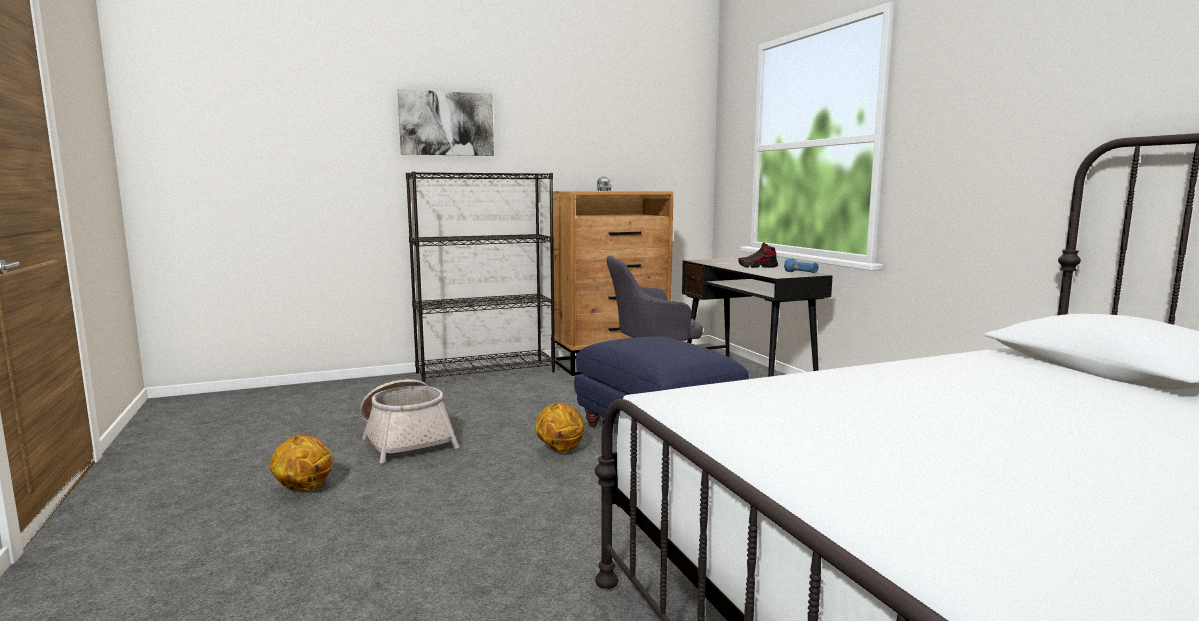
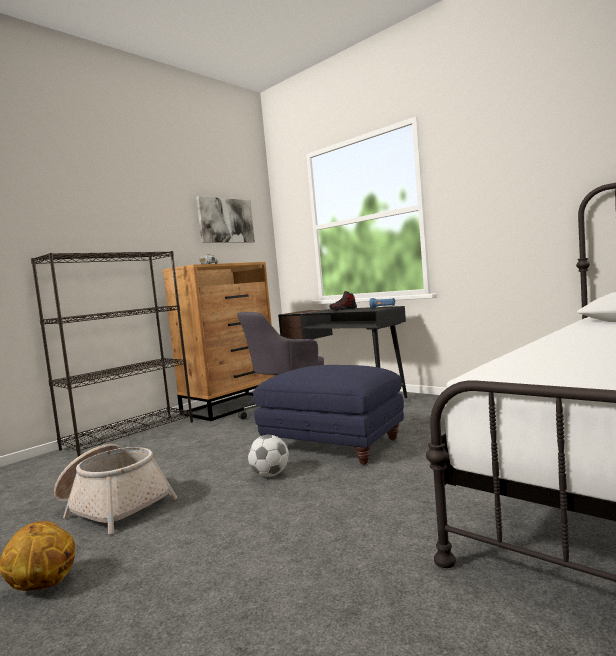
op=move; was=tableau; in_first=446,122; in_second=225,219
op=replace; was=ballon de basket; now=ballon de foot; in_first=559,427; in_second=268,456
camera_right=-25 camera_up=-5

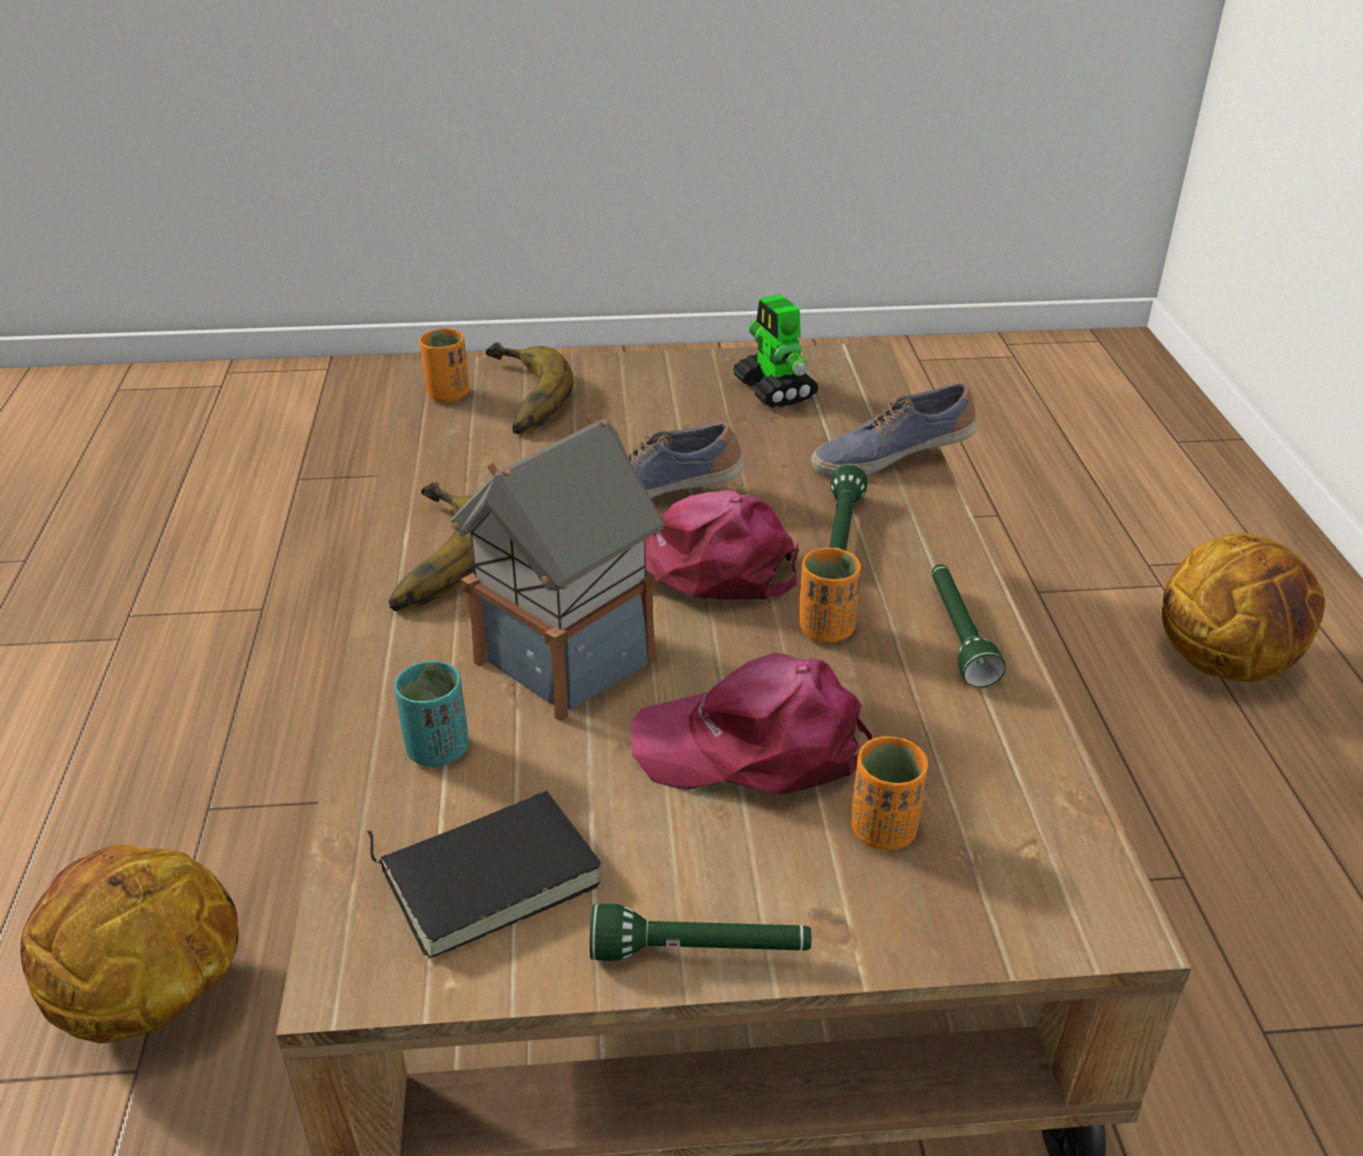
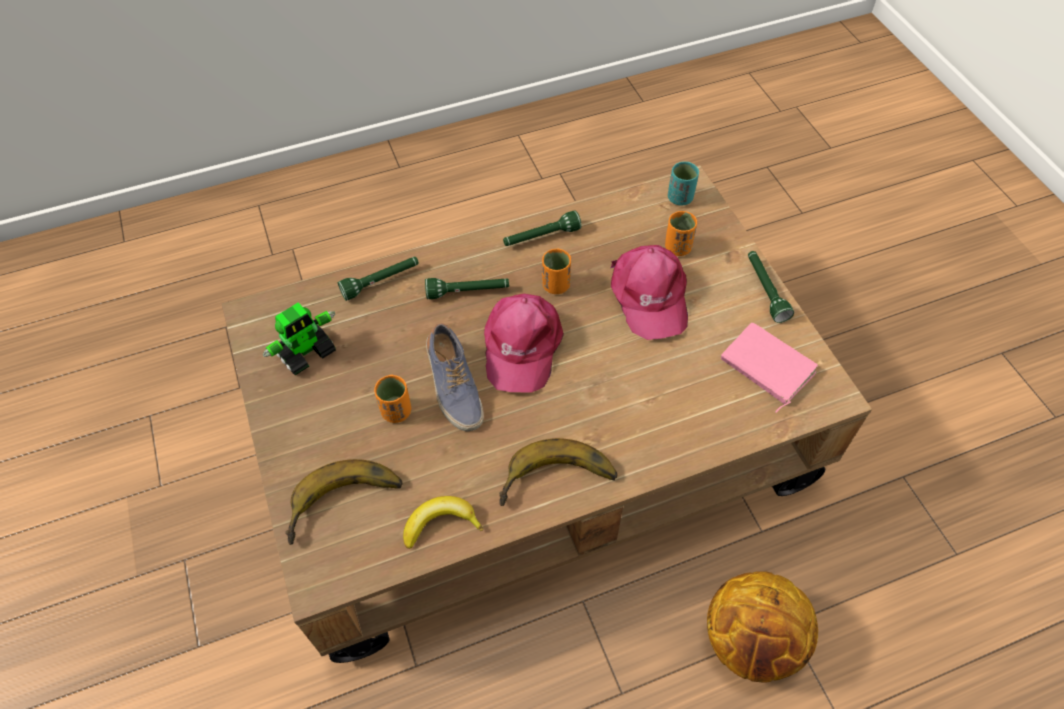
op=recolor; was=livre (noir); now=livre (rose); in_first=484,874; in_second=769,367
op=move; was=tasse (turquoise); in_first=431,713; in_second=683,184
op=move; was=tasse (orange); in_first=444,365; in_second=392,399
op=delete; was=maison miniature; in_first=557,568
op=replace; was=chaussure; now=lampe de poche (vert); in_first=894,430; in_second=378,279
op=delete; was=ballon de basket; in_first=1243,607
op=insert; now=banane; in_second=443,522
camera_right=-105 camera_up=20

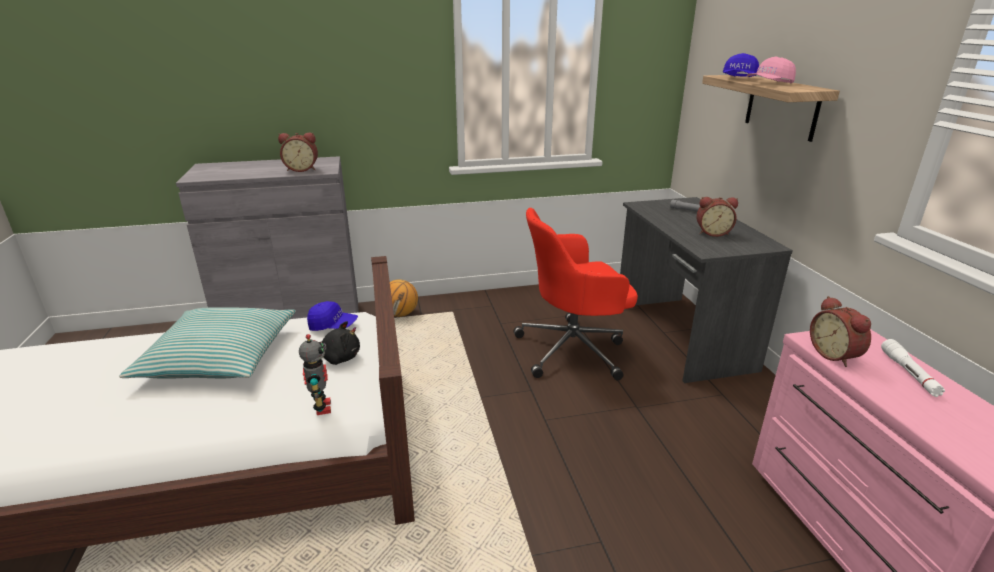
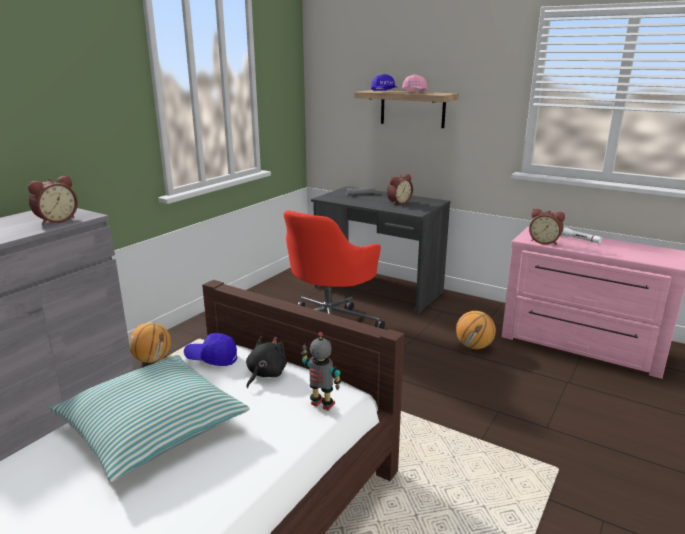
op=rotate; was=casquette (bleu); in_first=332,316; in_second=210,349; clockwise=-135
op=insert; now=ballon de basket; in_second=476,330
camera_right=-45 camera_up=-5

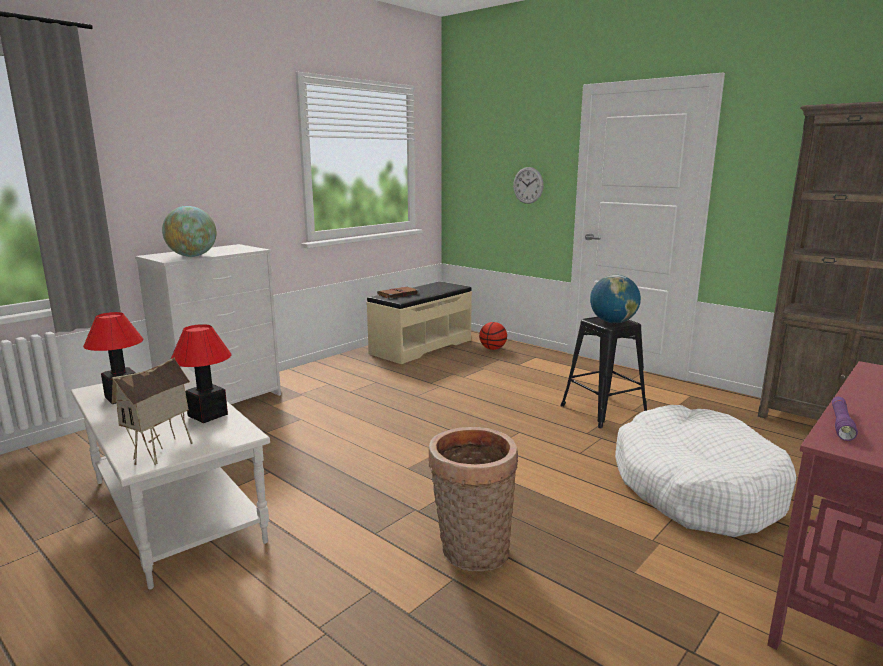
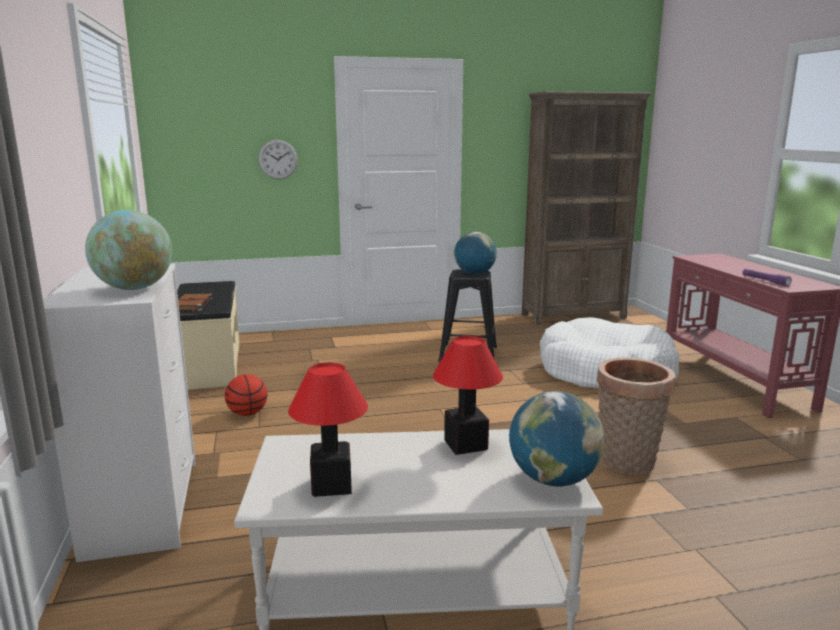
op=replace; was=maison miniature; now=globe; in_first=152,411; in_second=556,438
op=move; was=ballon de basket; in_first=493,336; in_second=246,395
camera_right=-55 camera_up=0

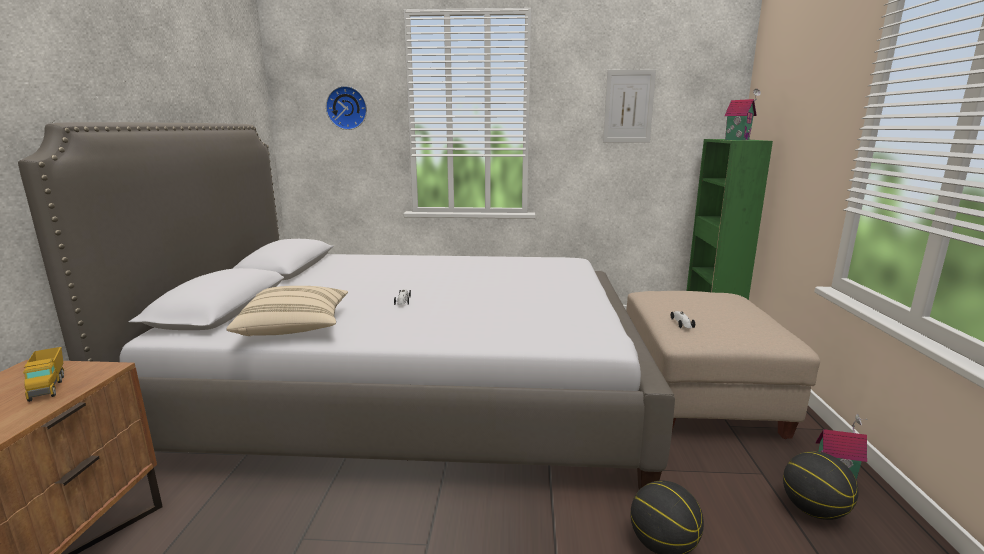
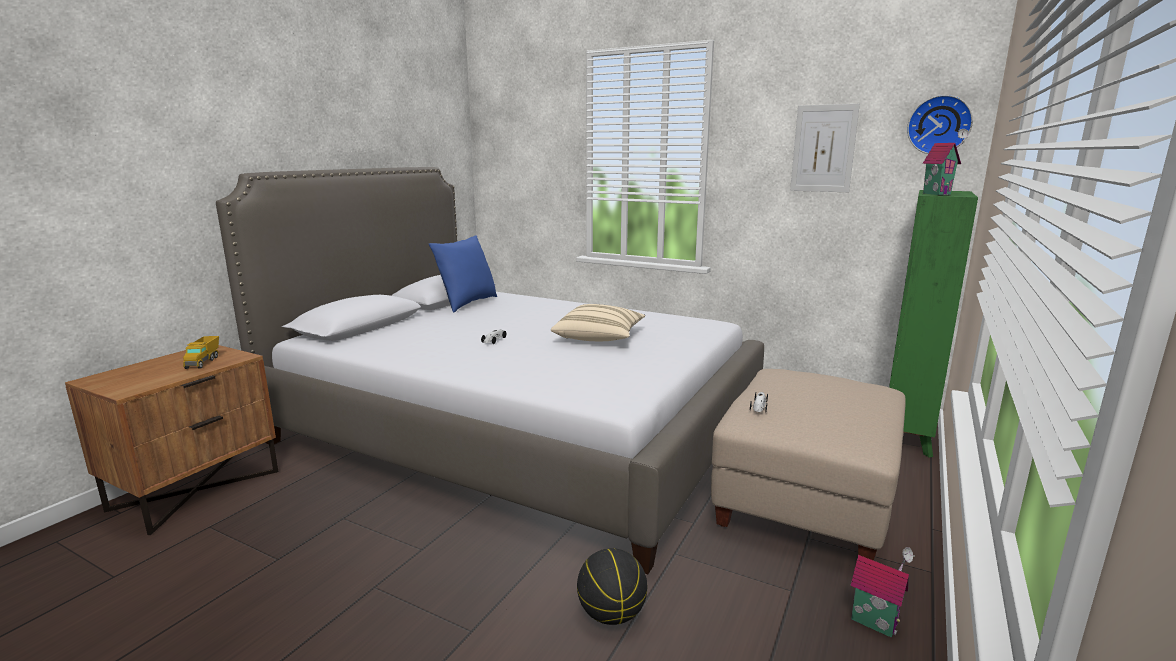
op=move; was=coussin (beige); in_first=287,311; in_second=598,322
op=move; was=horloge murale; in_first=346,108; in_second=940,124
op=delete; was=ballon de basket; in_first=821,485
op=insert; now=coussin (bleu); in_second=463,274
camera_right=25 camera_up=0

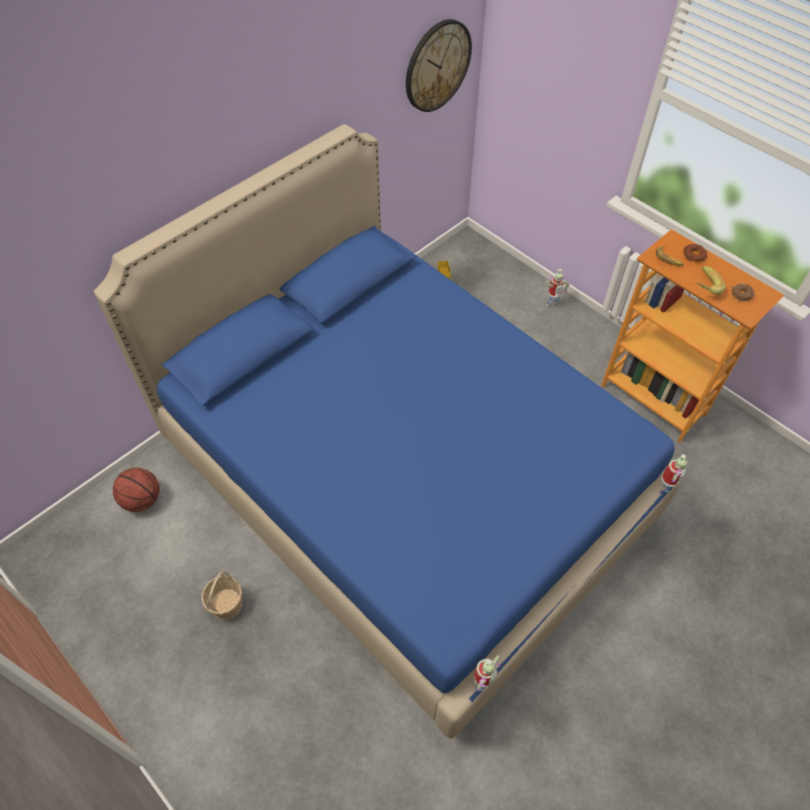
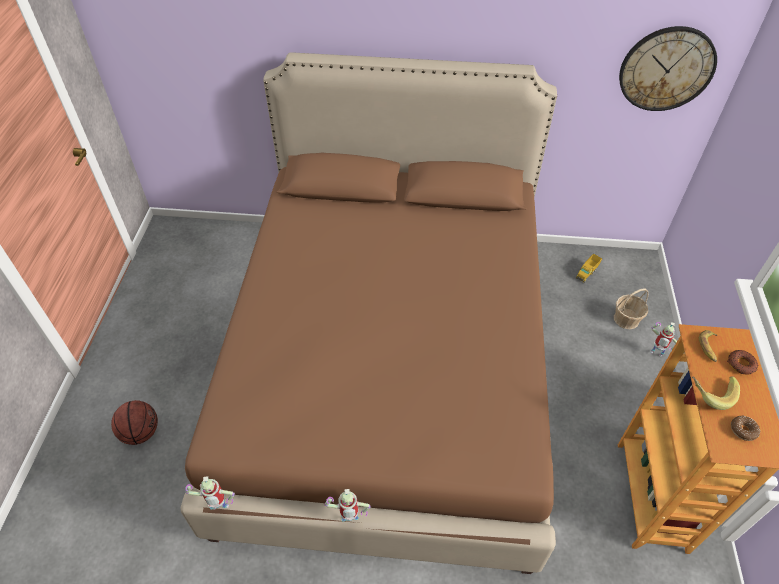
op=recolor; was=lit (bleu); now=lit (marron); in_first=389,431; in_second=368,313
op=move; was=ballon de basket; in_first=136,490; in_second=134,422
op=move; was=panier; in_first=222,595; in_second=631,309
op=move; was=robot jouet; in_first=673,474; in_second=347,505
camera_right=50 camera_up=-5

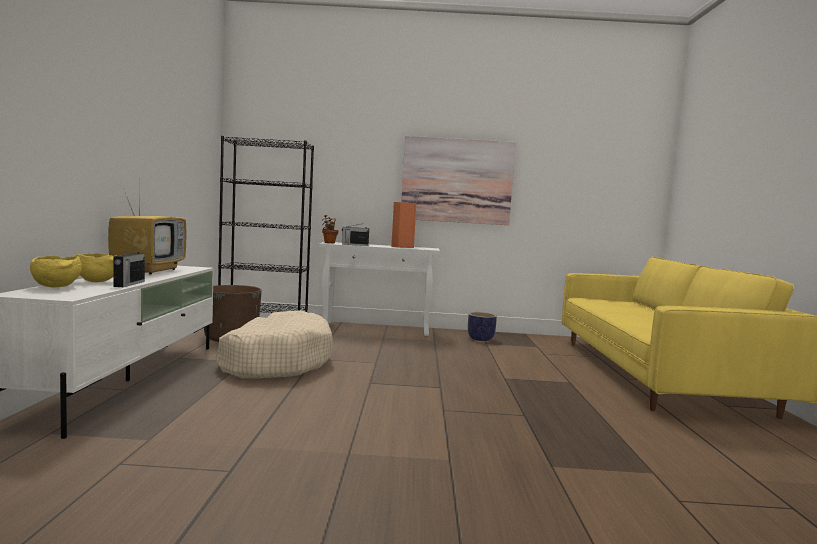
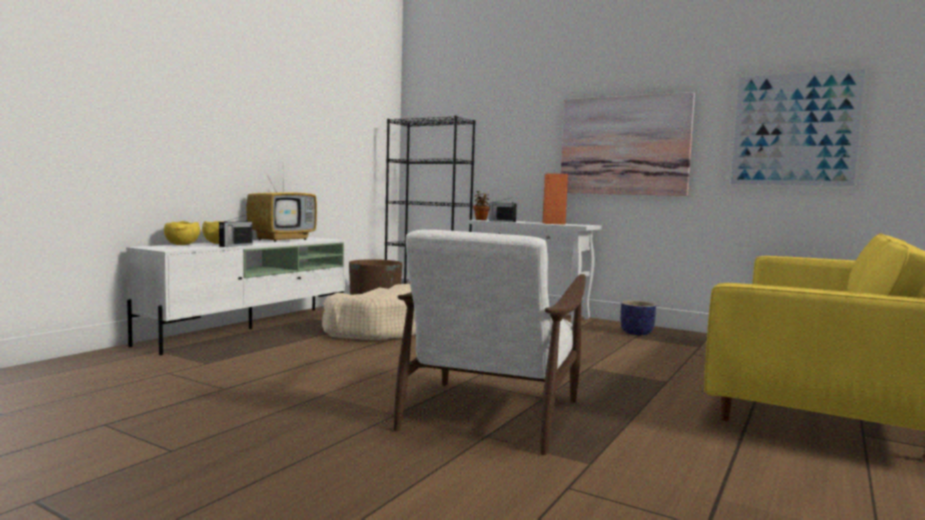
op=insert; now=fauteuil (blanc); in_second=490,342
op=insert; now=tableau; in_second=798,127
camera_right=30 camera_up=0

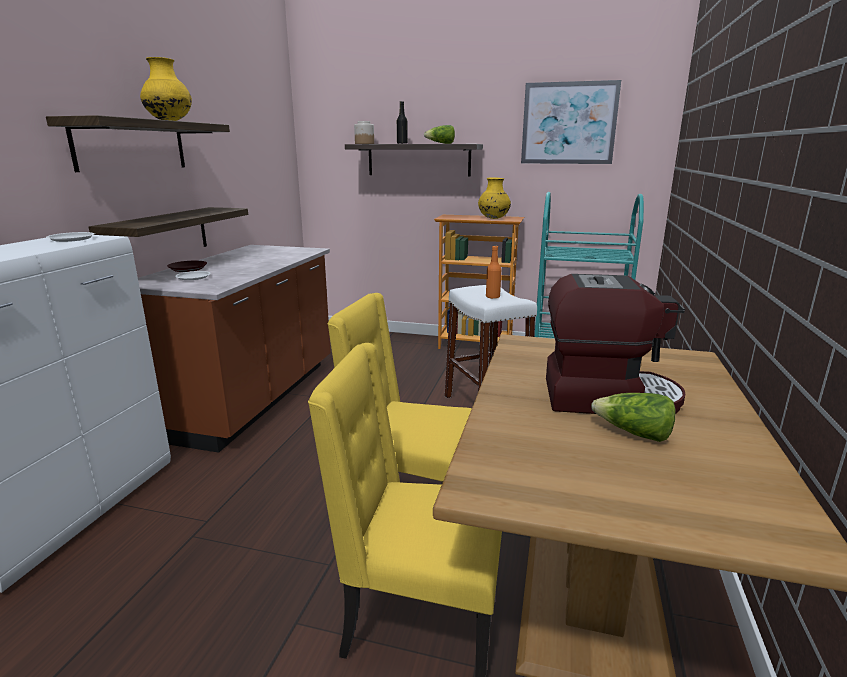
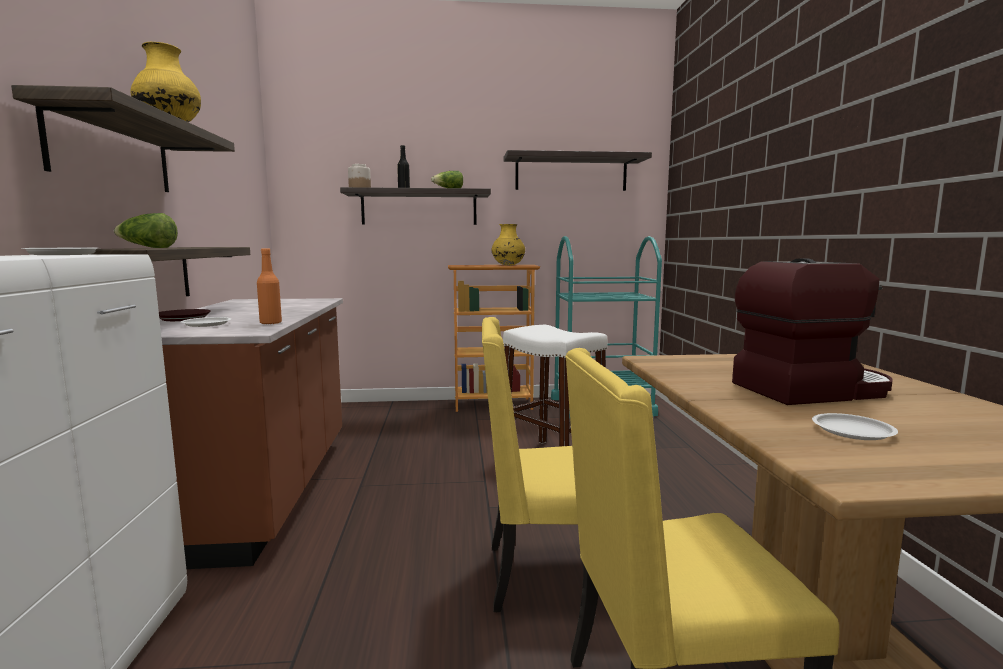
op=move; was=bouteille (orange); in_first=493,272; in_second=269,286
op=replace; was=tableau; now=étagère; in_first=571,122; in_second=578,170
op=move; was=laitue; in_first=633,417; in_second=146,230
op=insert; now=assiette (blanc); in_second=855,426
camera_right=-20 camera_up=-10

